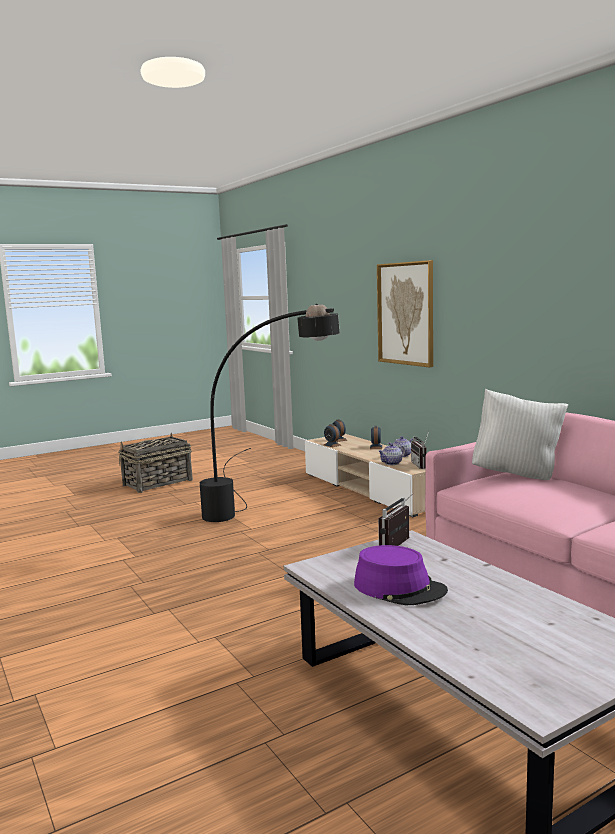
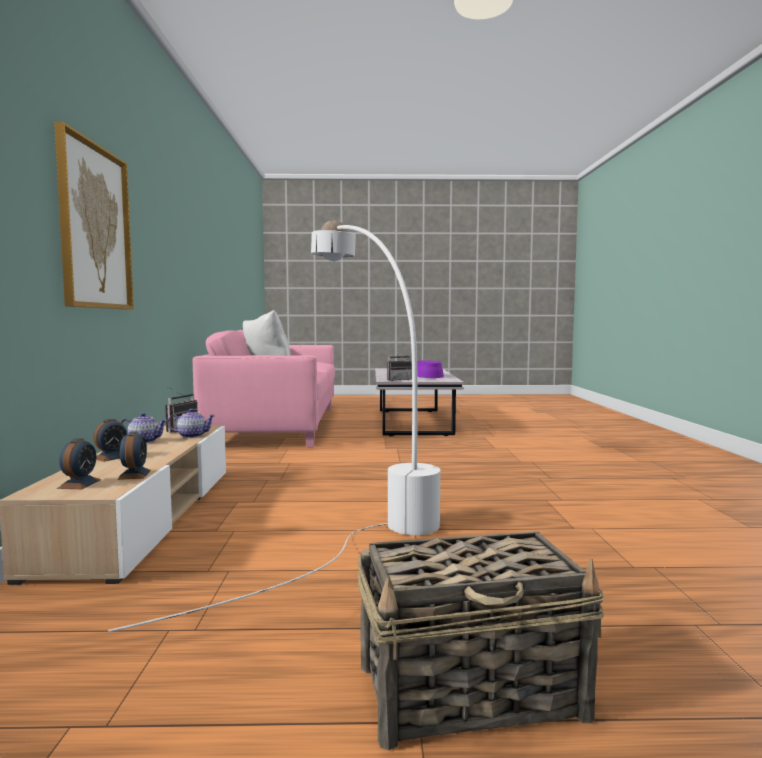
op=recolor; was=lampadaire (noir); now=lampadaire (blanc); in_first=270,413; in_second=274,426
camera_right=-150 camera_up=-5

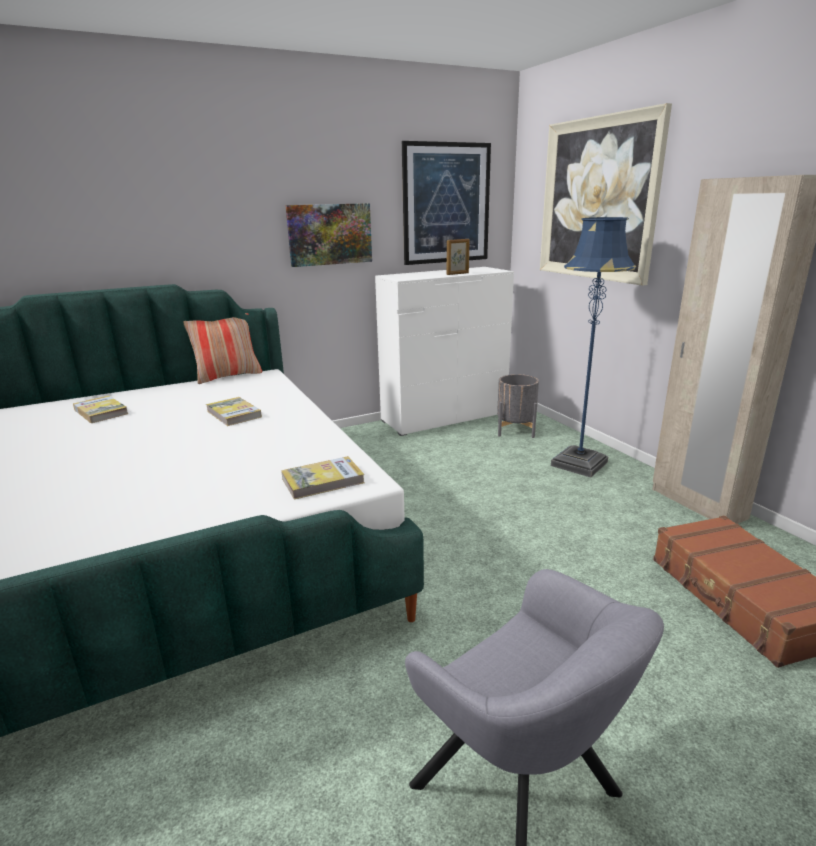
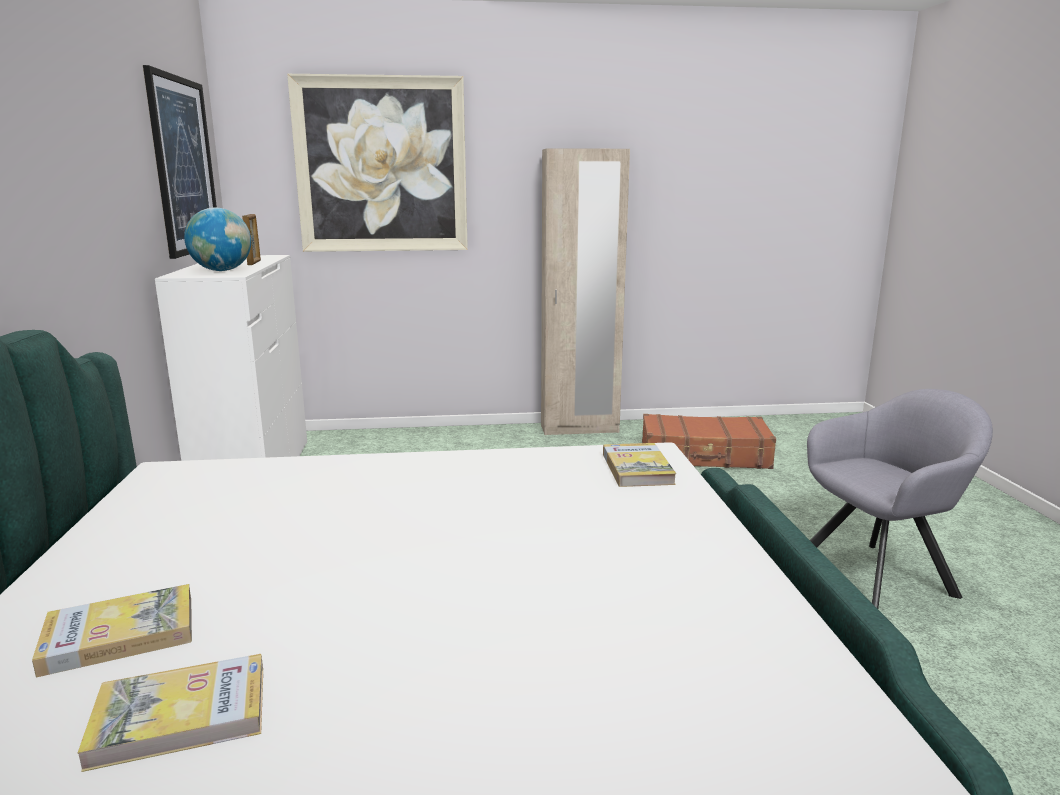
op=delete; was=coussin; in_first=222,348
op=move; was=livre; in_first=234,411; in_second=170,713
op=delete; was=tableau; in_first=328,235
op=delete; was=cache-pot (gris); in_first=518,406
op=delete; was=lampadaire (bleu); in_first=593,347
op=insert; now=globe; in_second=217,239
camera_right=-70 camera_up=-5

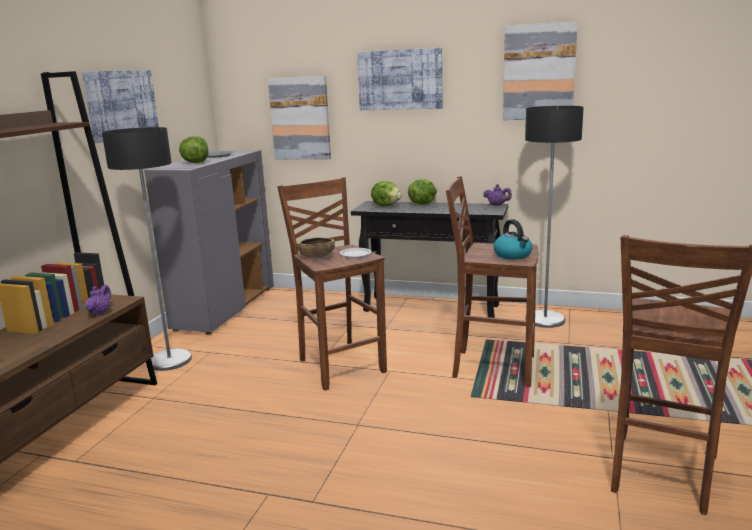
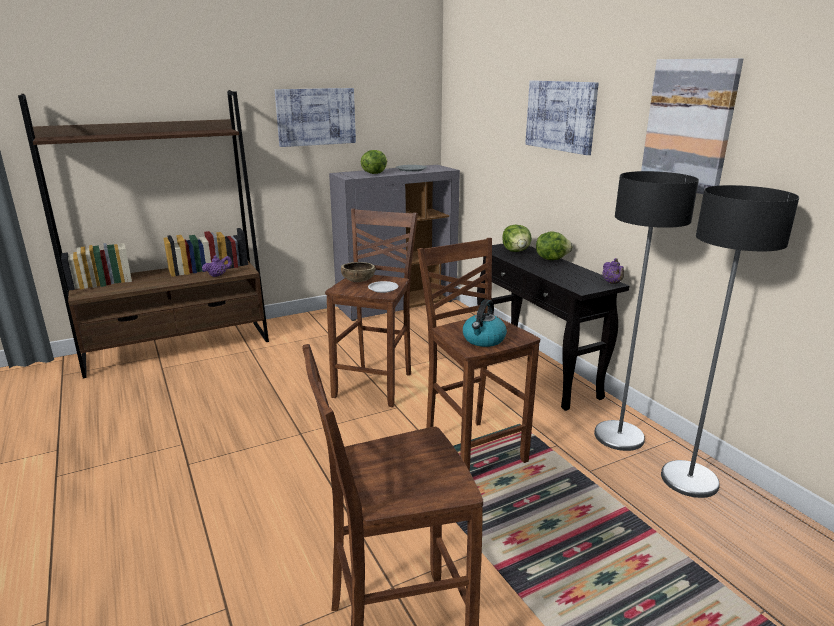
op=move; was=lampadaire; in_first=147,249; in_second=730,341
op=delete; was=tableau; in_first=299,118
camera_right=45 camera_up=5

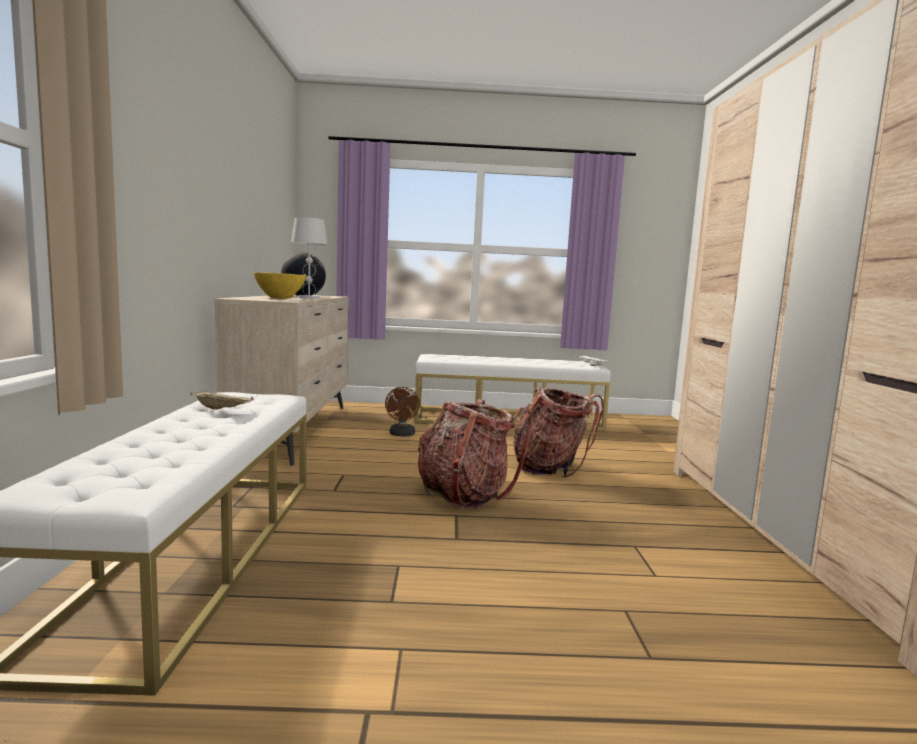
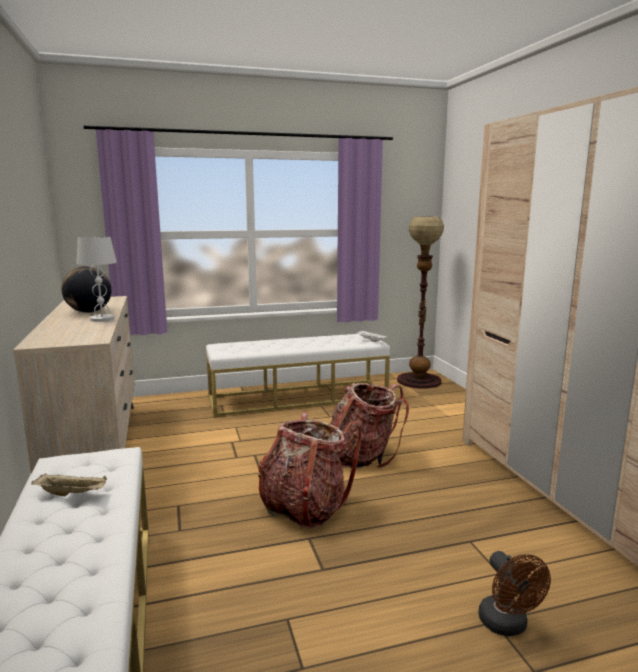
op=delete; was=bol (jaune); in_first=280,285
op=move; was=ventilateur (marron); in_first=402,412; in_second=514,593
op=insert; now=lampadaire; in_second=420,302
camera_right=-15 camera_up=5

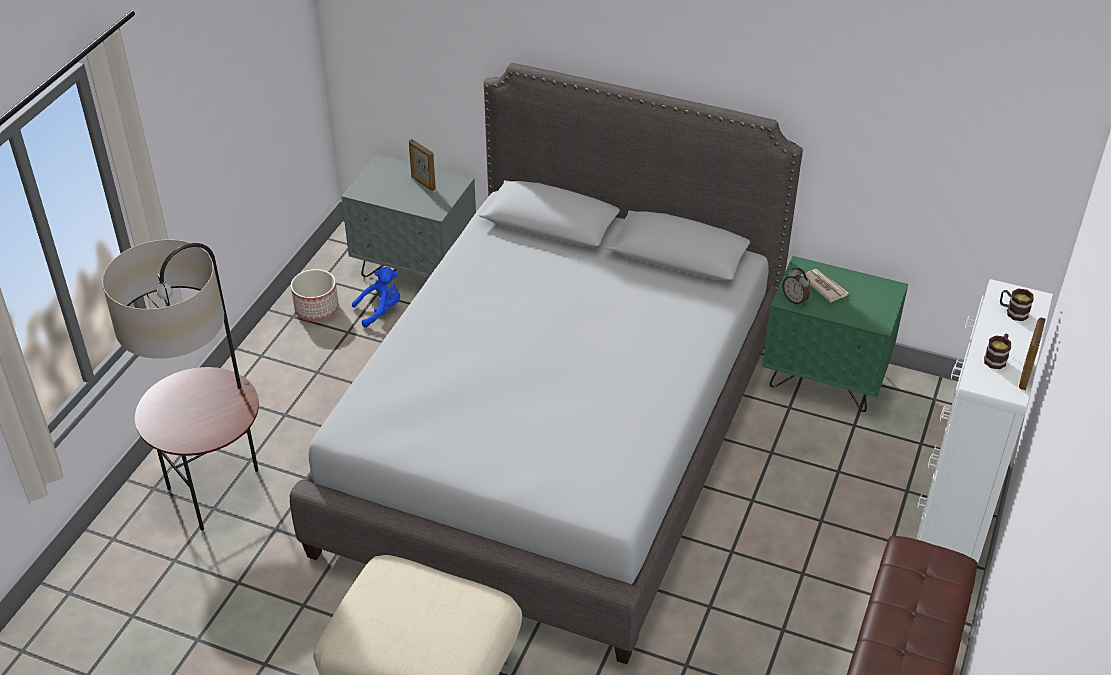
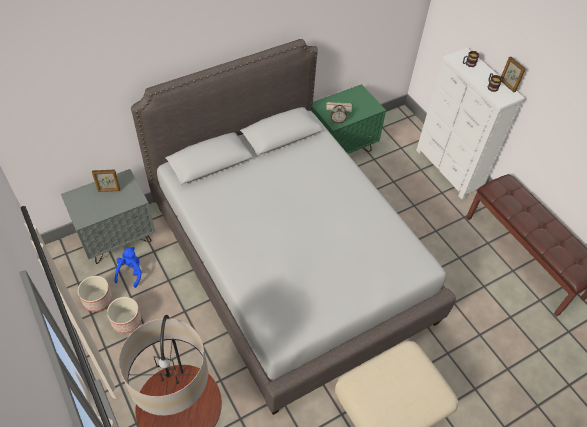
op=insert; now=cache-pot; in_second=124,315
camera_right=-55 camera_up=10

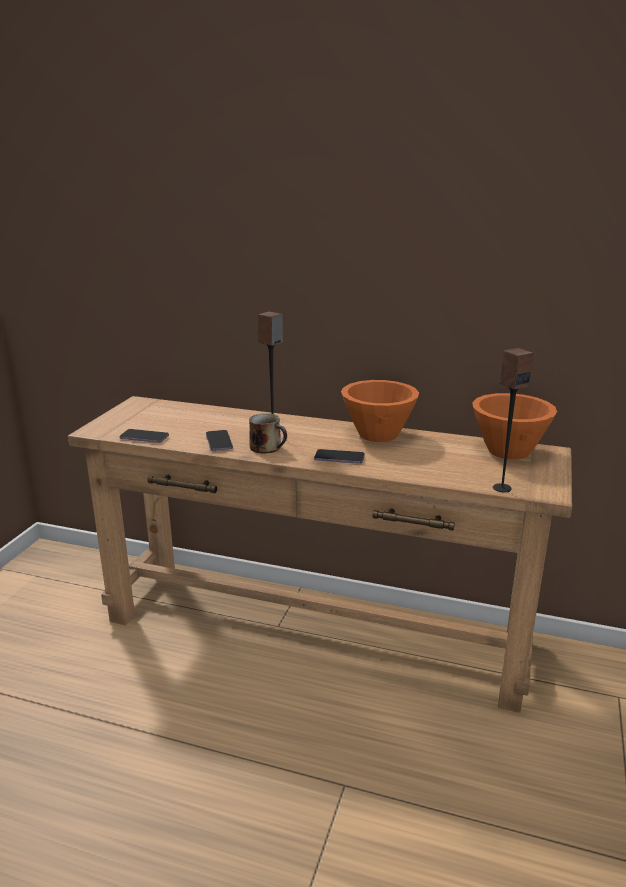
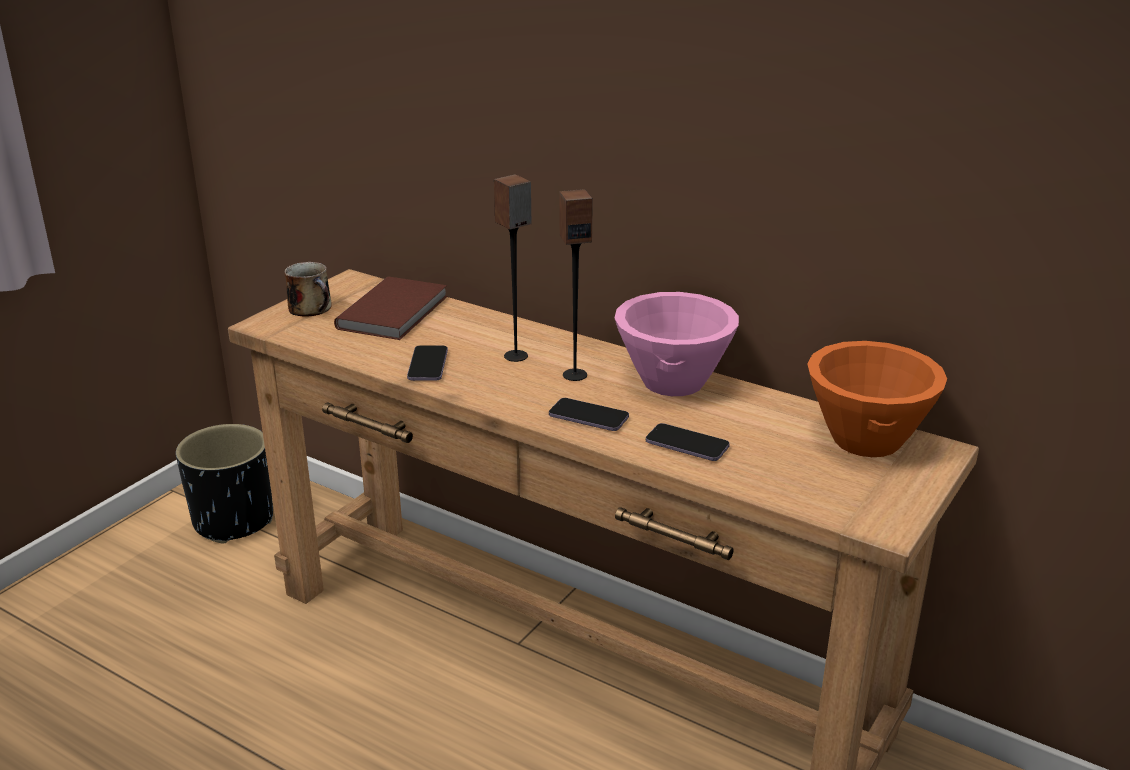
op=move; was=téléphone; in_first=144,436; in_second=688,442
op=move; was=mug; in_first=268,433; in_second=307,289
op=recolor; was=bol (orange); now=bol (rose); in_first=380,411; in_second=677,344
op=move; was=enceinte; in_first=513,420; in_second=576,285
op=insert; now=cache-pot (noir); in_second=224,484
op=insert; now=livre (marron); in_second=391,308
camera_right=15 camera_up=5

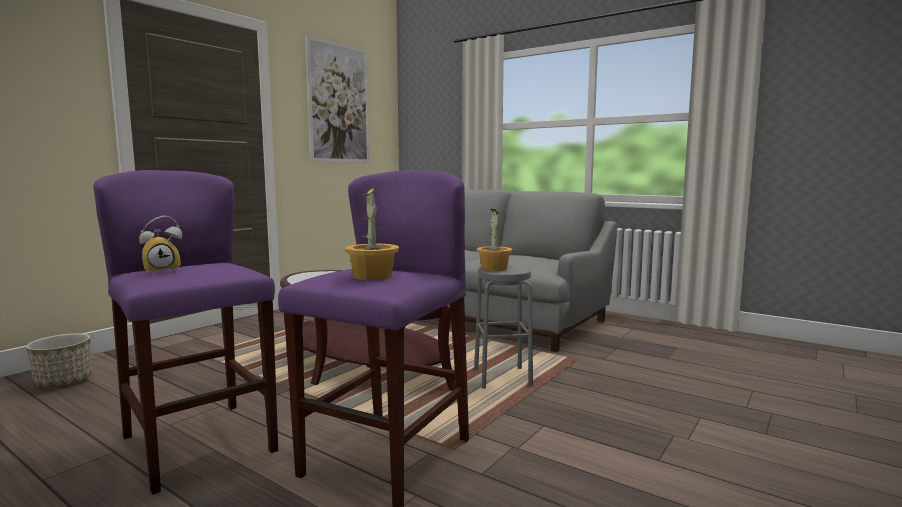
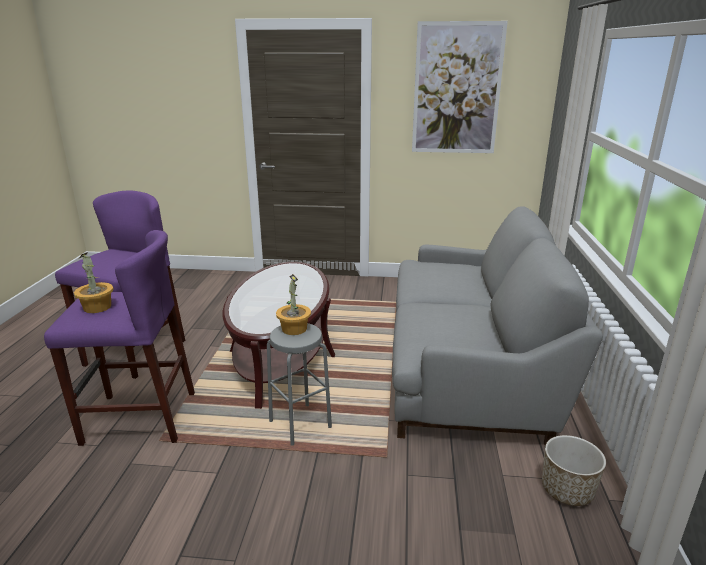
op=move; was=cache-pot; in_first=58,360; in_second=574,470
op=delete; was=réveil; in_first=160,245
camera_right=60 camera_up=15

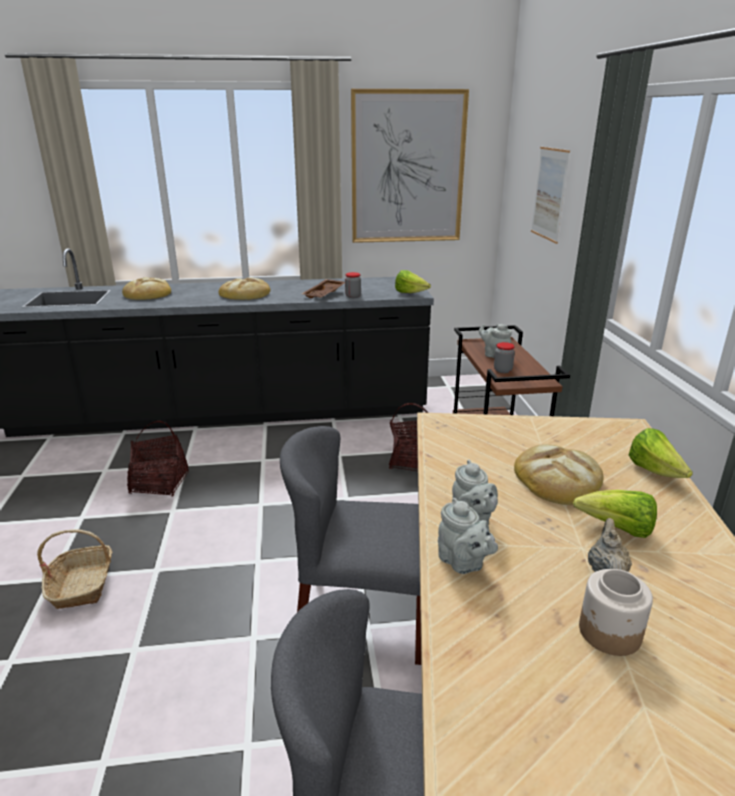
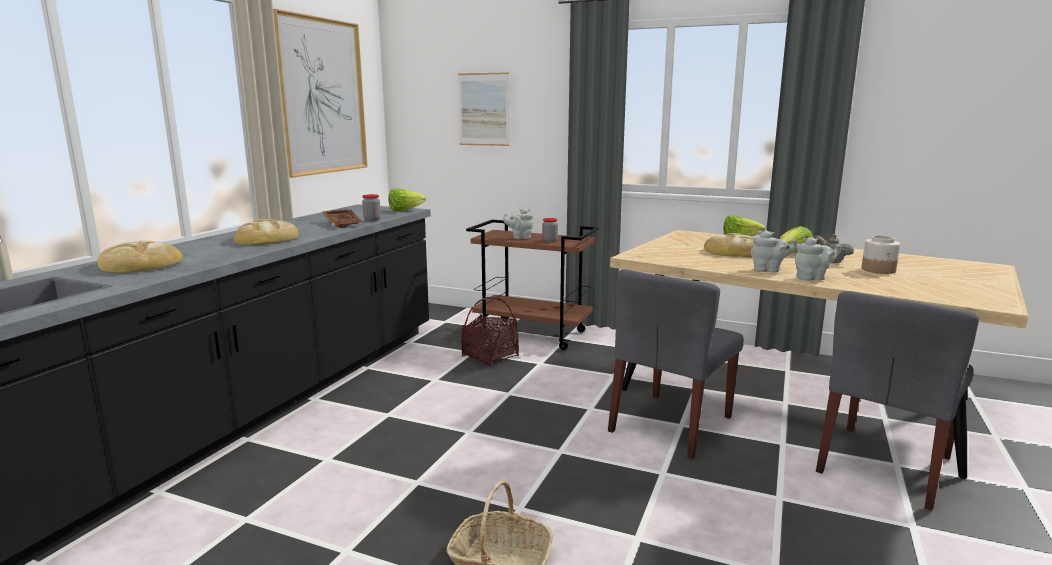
op=delete; was=panier; in_first=158,458
camera_right=-60 camera_up=-10

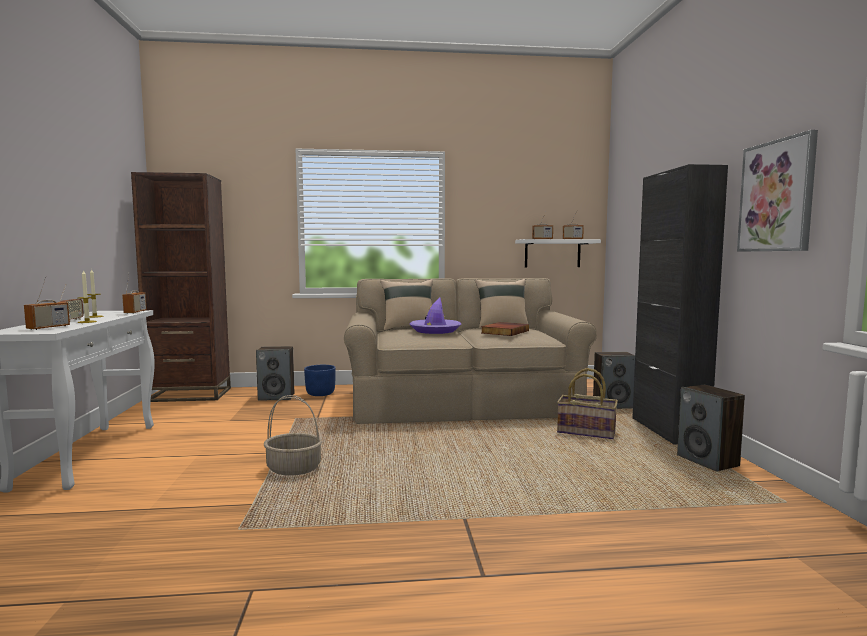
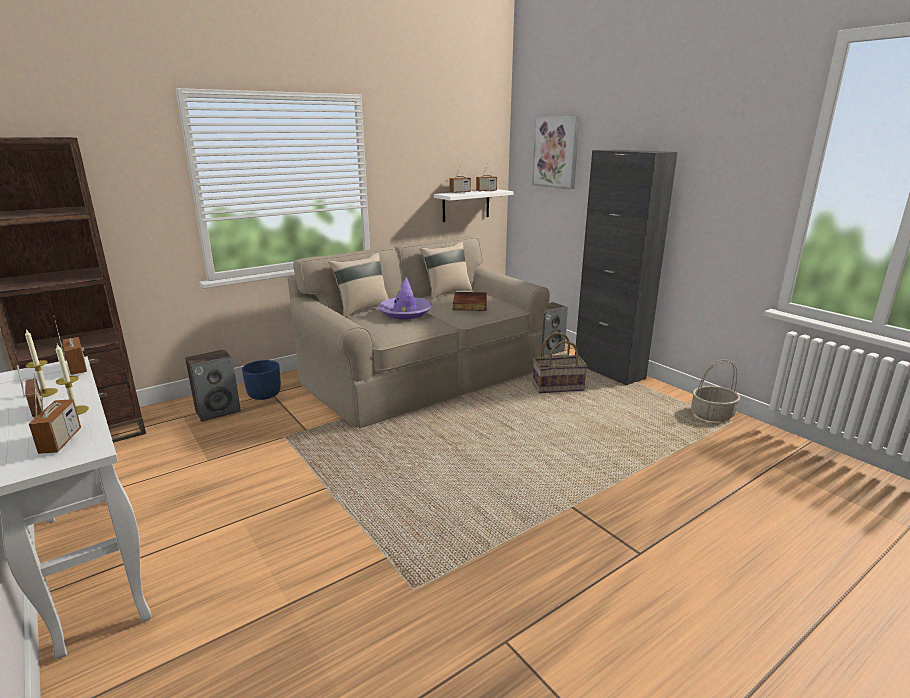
op=move; was=panier; in_first=293,435; in_second=715,390
op=delete; was=enceinte; in_first=711,428
op=move; was=tableau; in_first=777,191; in_second=556,152
camera_right=-30 camera_up=15

